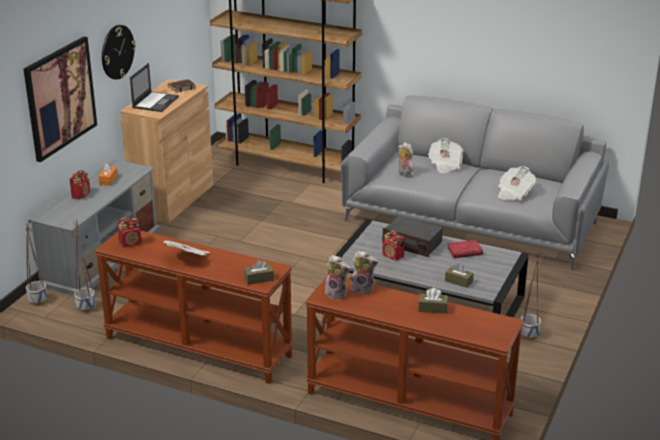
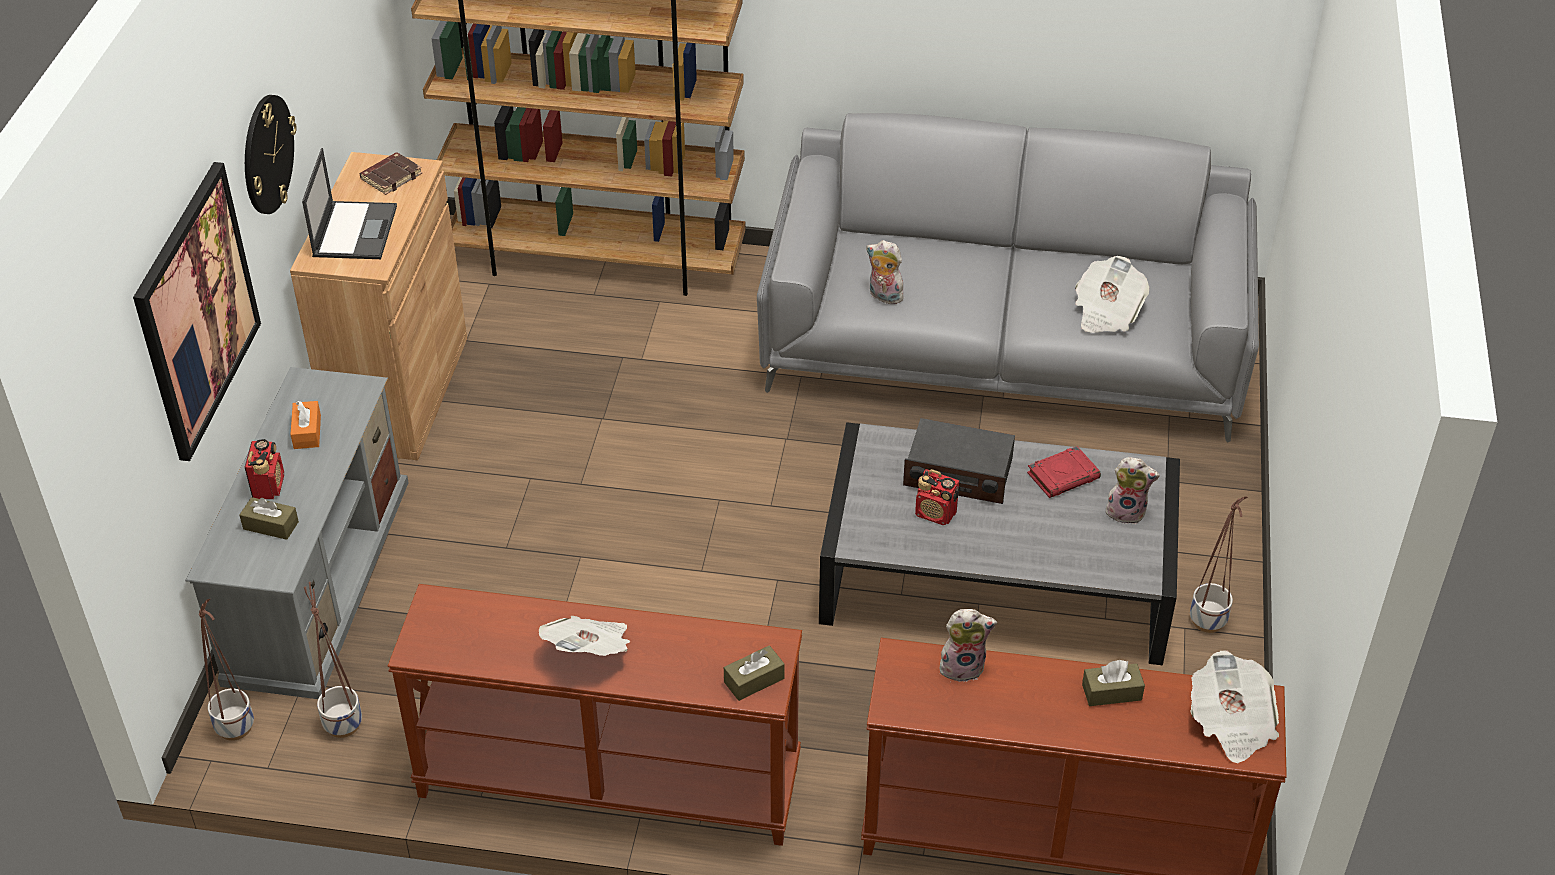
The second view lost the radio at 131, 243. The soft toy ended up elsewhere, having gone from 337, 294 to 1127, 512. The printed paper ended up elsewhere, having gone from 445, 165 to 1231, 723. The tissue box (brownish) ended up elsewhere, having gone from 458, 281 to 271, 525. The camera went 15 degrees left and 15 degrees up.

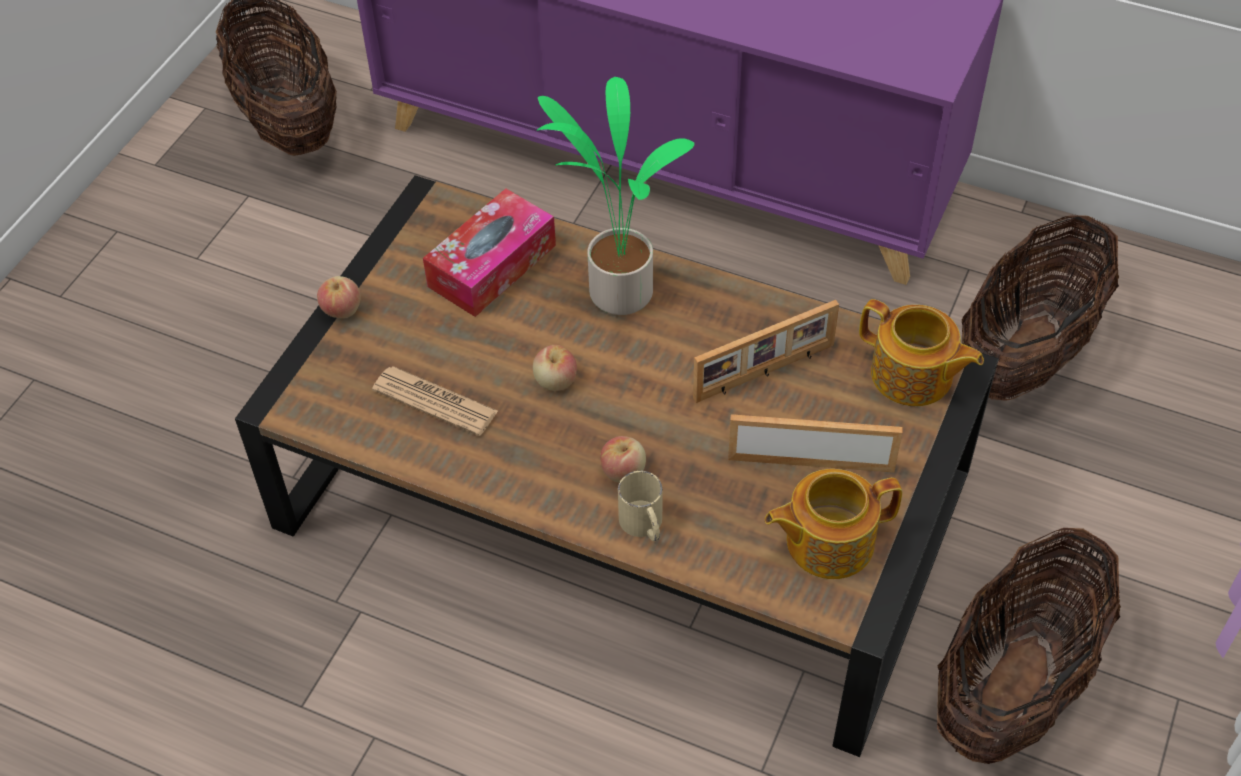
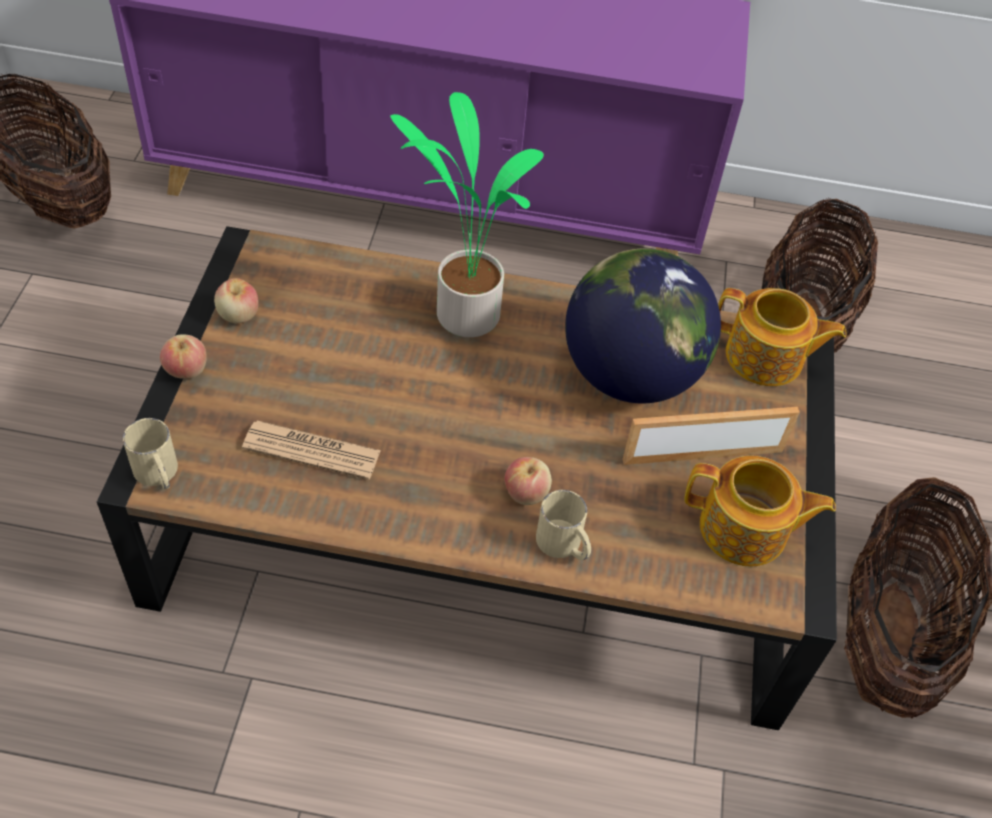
The second view lost the tissue box at 492, 265. The apple fruit ended up elsewhere, having gone from 555, 381 to 238, 315. Where the photo frame stood at 765, 373, the desk globe came to stand at 630, 374. The pot for tea at 827, 541 ended up facing another way, 135 degrees counterclockwise from before. The second view gained the tea mug (beige) at 158, 474. The camera went 20 degrees left and 0 degrees up.

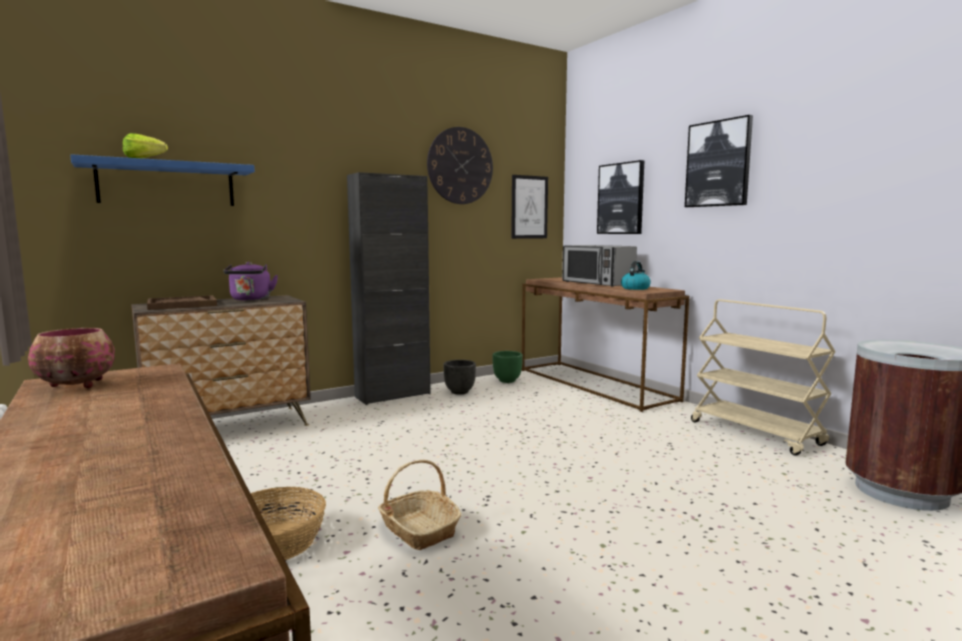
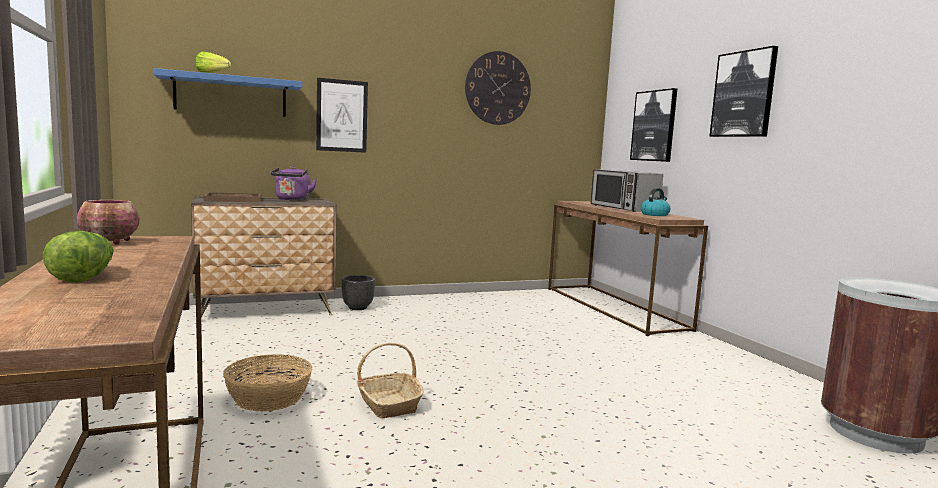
The second view lost the cupboard (black-coloured) at 393, 395. The planter (black-coloured) ended up elsewhere, having gone from 460, 392 to 358, 308. The second view lost the planter (green) at 507, 380. The wall art ended up elsewhere, having gone from 529, 207 to 342, 116. The second view lost the wheeled cart (beige) at 756, 433. The second view gained the head of lettuce at 83, 276. The camera went 10 degrees right and 0 degrees up.

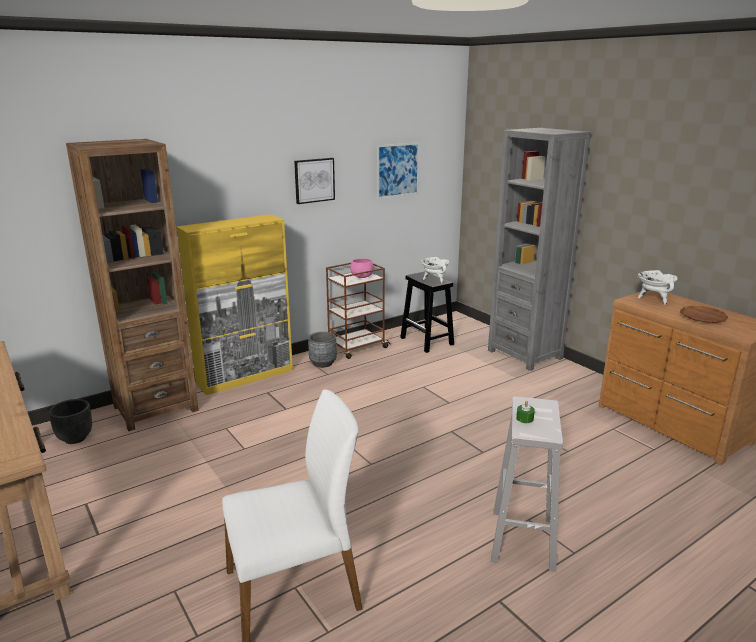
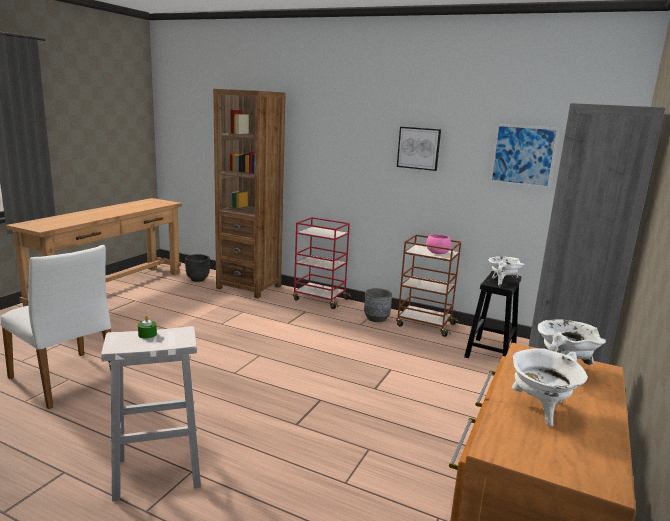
Where the cupboard (yellow) stood at 246, 376, the wheeled cart (reddish) came to stand at 320, 299. Where the plate (brownish) stood at 702, 317, the stockpot (white) came to stand at 540, 410. The camera went 60 degrees right and 5 degrees down.

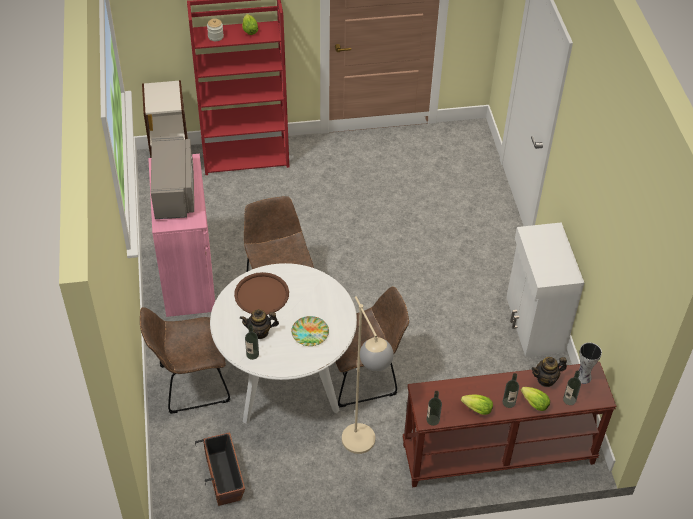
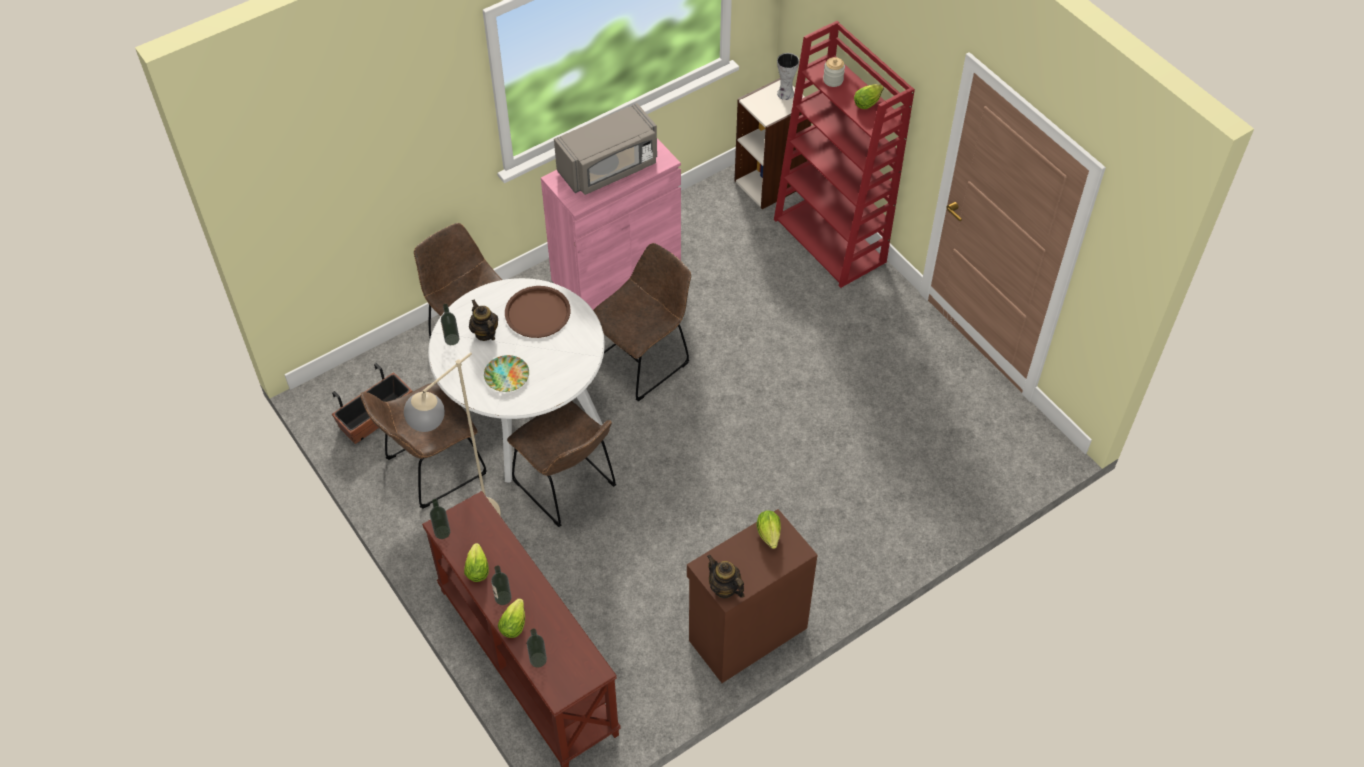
What was the cupboard (white) at 534, 324 turned into the cupboard (brownish) at 746, 633. The pot for tea ended up elsewhere, having gone from 546, 379 to 724, 588. The decorative vase ended up elsewhere, having gone from 583, 377 to 784, 94. The second view gained the plain chair (brownish) at 431, 469. The second view gained the head of lettuce at 769, 536. The camera went 65 degrees right and 5 degrees up.

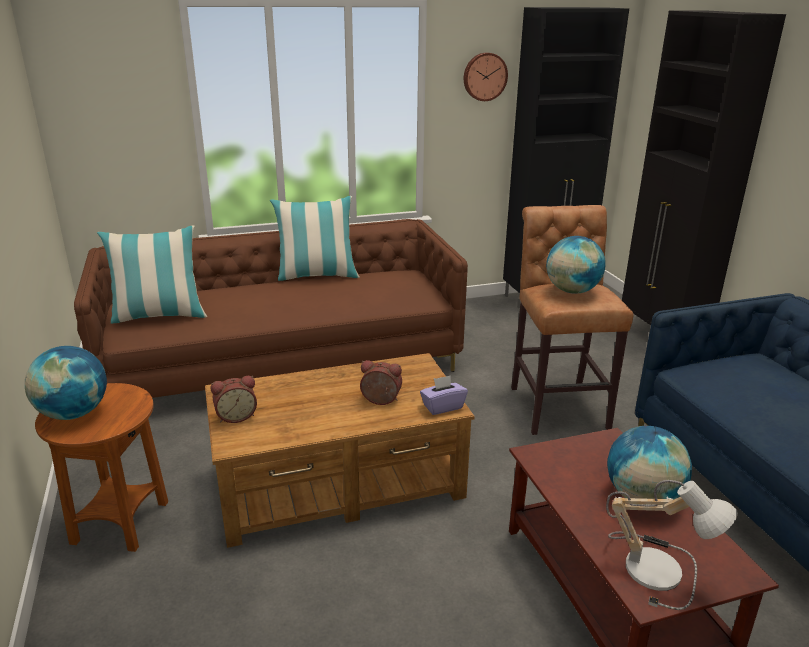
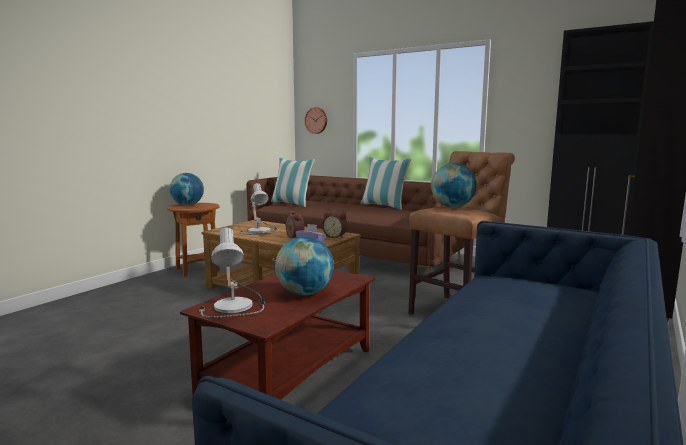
The bedside clock ended up elsewhere, having gone from 236, 416 to 335, 236. The clock on the wall ended up elsewhere, having gone from 484, 76 to 316, 120. The second view gained the tabletop lamp at 262, 231. The camera went 50 degrees right and 15 degrees down.

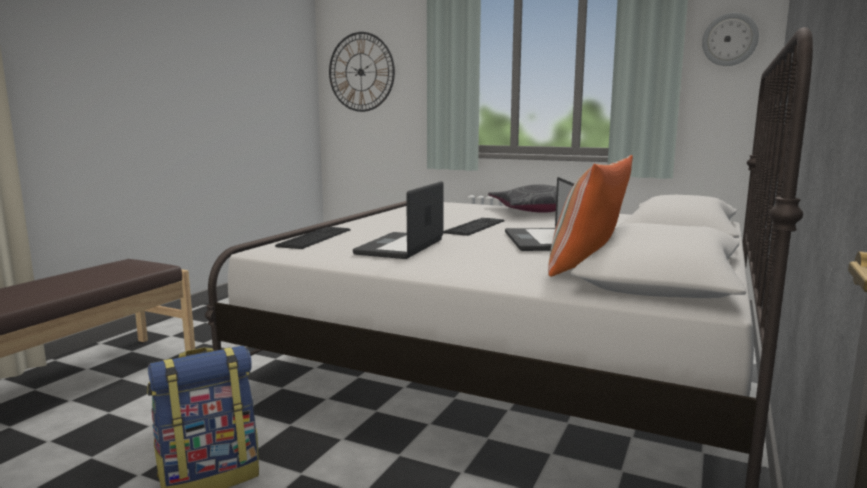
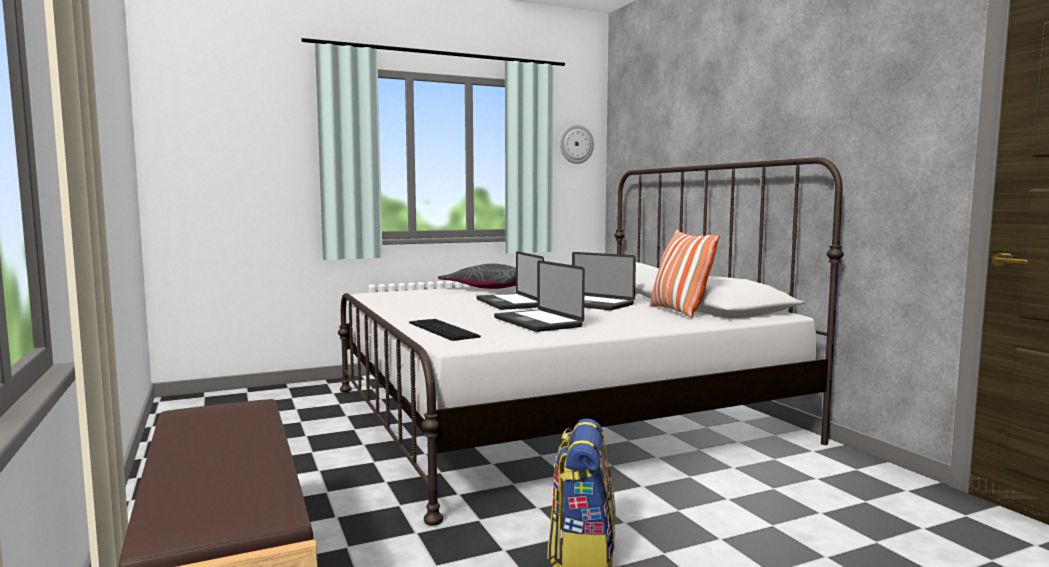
The second view lost the clock on the wall at 361, 72. Where the computer keyboard stood at 475, 226, the notebook computer came to stand at 509, 303. The camera went 50 degrees left and 5 degrees down.

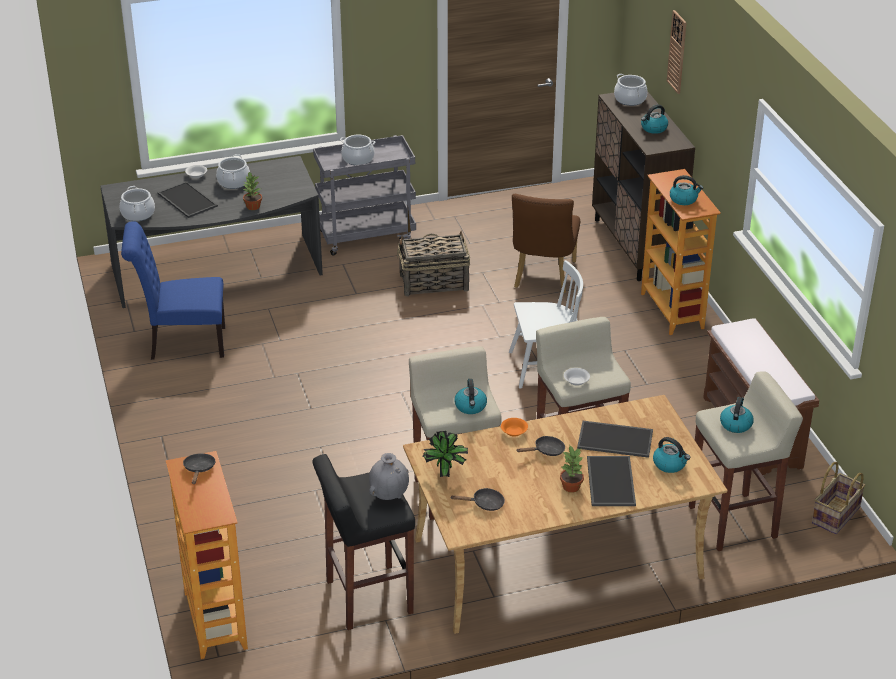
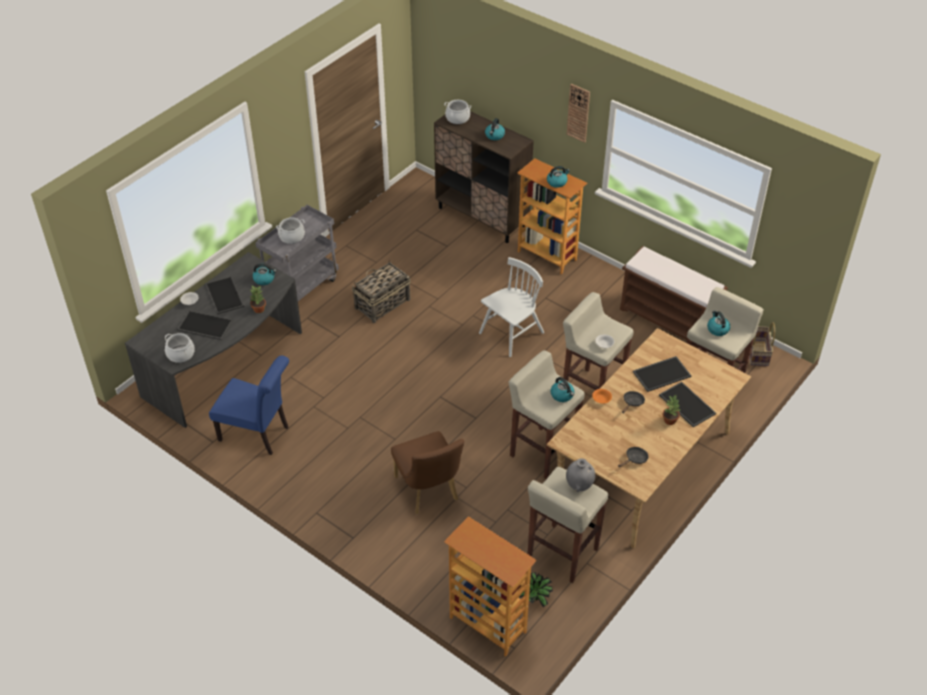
The plain chair (blue) at 182, 343 ended up facing another way, 120 degrees counterclockwise from before. The second view lost the skillet (black-coloured) at 199, 469. Where the stockpot stood at 233, 182, the serving tray came to stand at 223, 295. What was the stool (black-coloured) at 367, 597 turned into the stool (beige) at 562, 554. The plant in a pot ended up elsewhere, having gone from 446, 474 to 536, 600. The plain chair (brownish) ended up elsewhere, having gone from 543, 277 to 429, 492. The tea kettle ended up elsewhere, having gone from 670, 464 to 264, 279. The clock on the wall ended up elsewhere, having gone from 677, 52 to 578, 113. The camera went 35 degrees left and 10 degrees up.

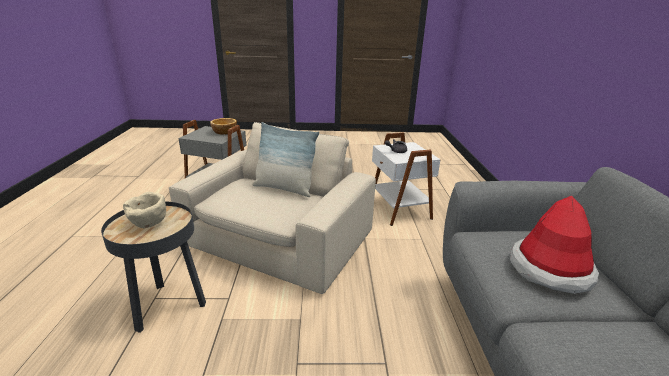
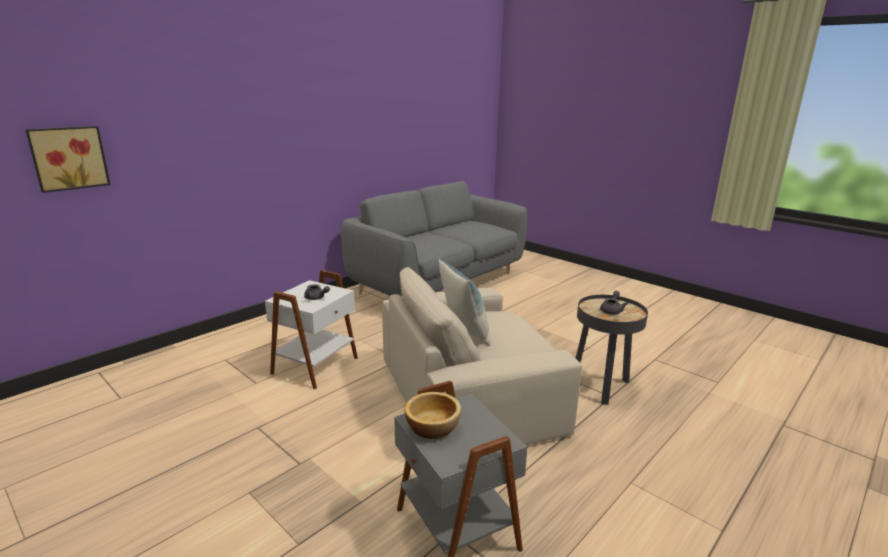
Where the bowl (beige) stood at 149, 225, the pot for tea (gray) came to stand at 612, 310. The second view lost the hat at 550, 269. The second view gained the wall art at 69, 158. The camera went 135 degrees left and 5 degrees down.

